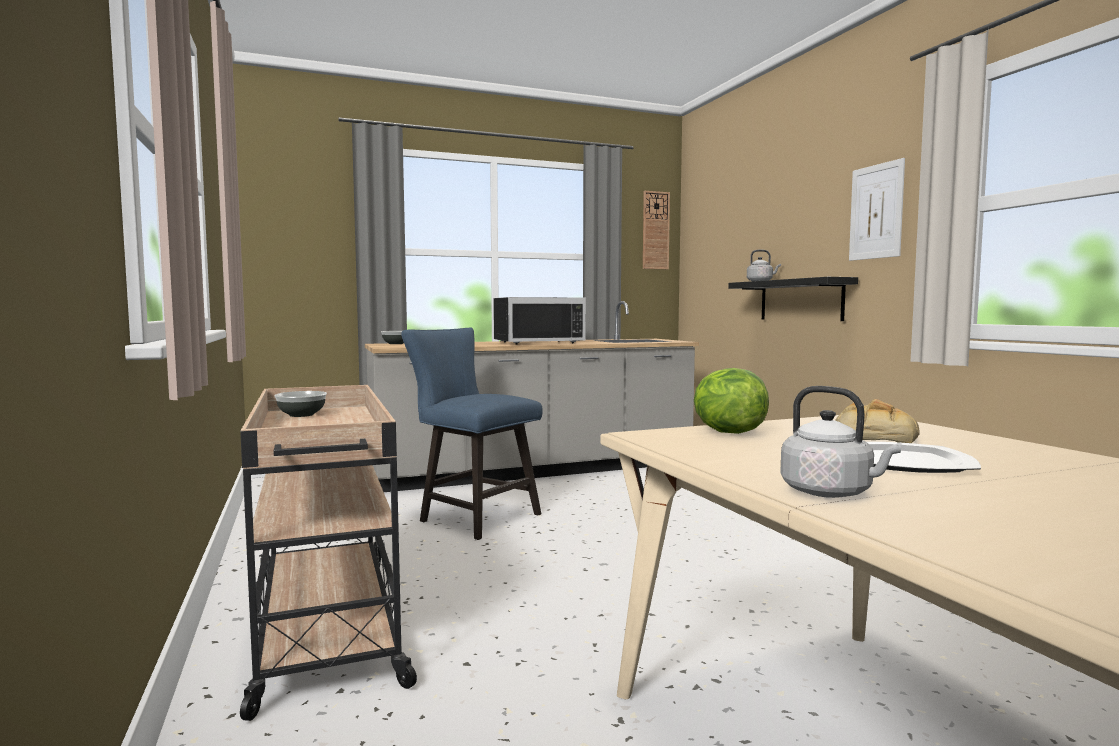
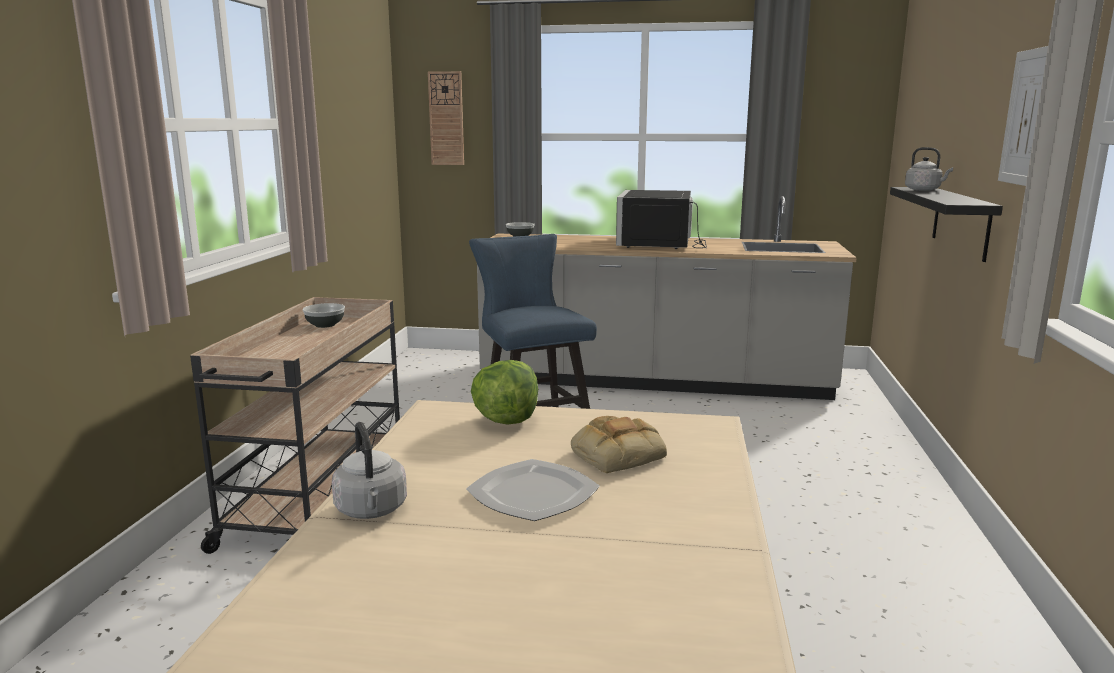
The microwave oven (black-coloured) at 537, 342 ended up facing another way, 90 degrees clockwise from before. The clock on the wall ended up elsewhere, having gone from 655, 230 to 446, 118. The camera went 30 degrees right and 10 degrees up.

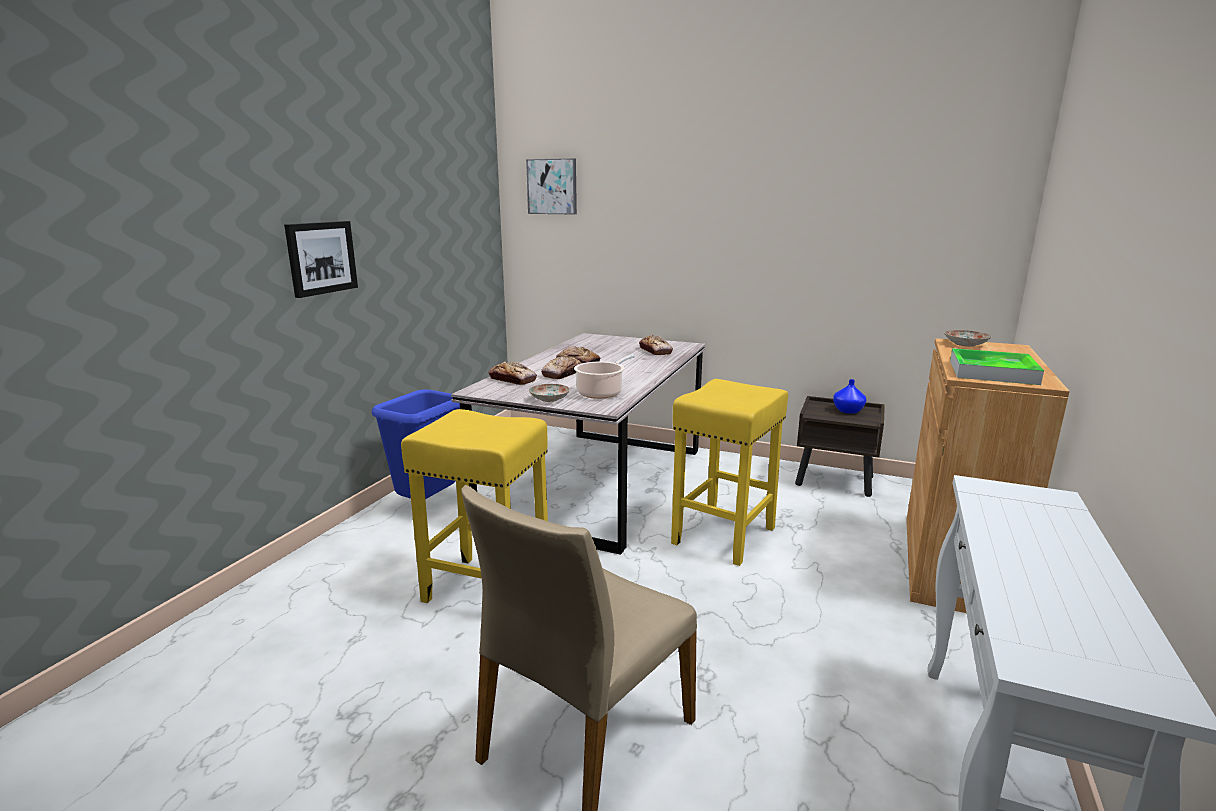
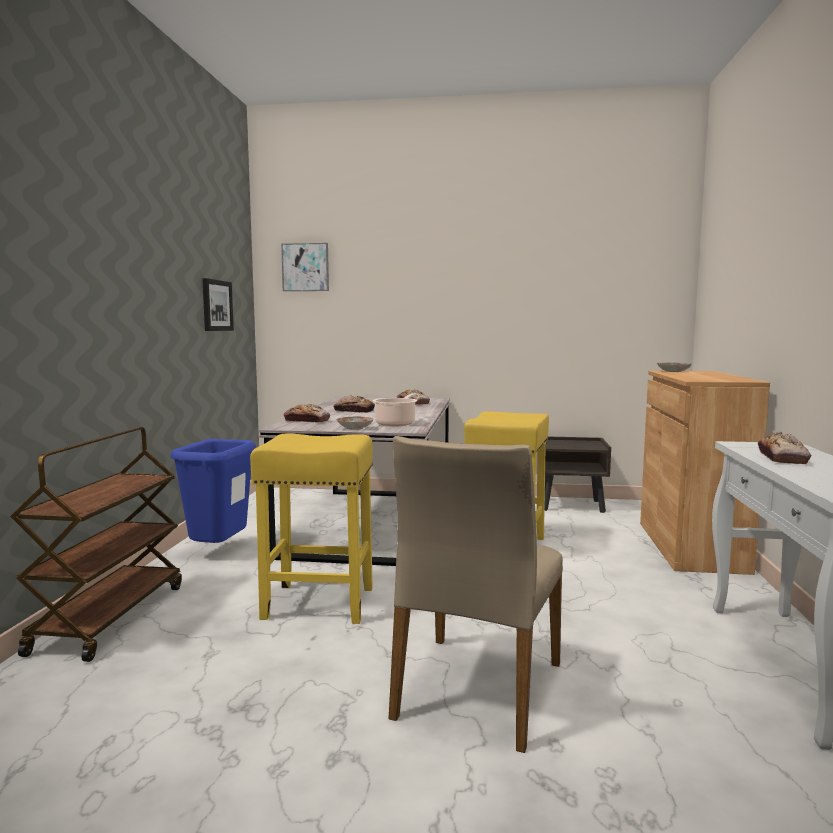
The wall art ended up elsewhere, having gone from 321, 258 to 216, 305. The bread ended up elsewhere, having gone from 562, 373 to 782, 458. The second view lost the decorative vase (blue) at 848, 411. The second view lost the serving tray at 992, 372. The second view gained the wheeled cart (brownish) at 110, 617. The camera went 15 degrees left and 10 degrees down.

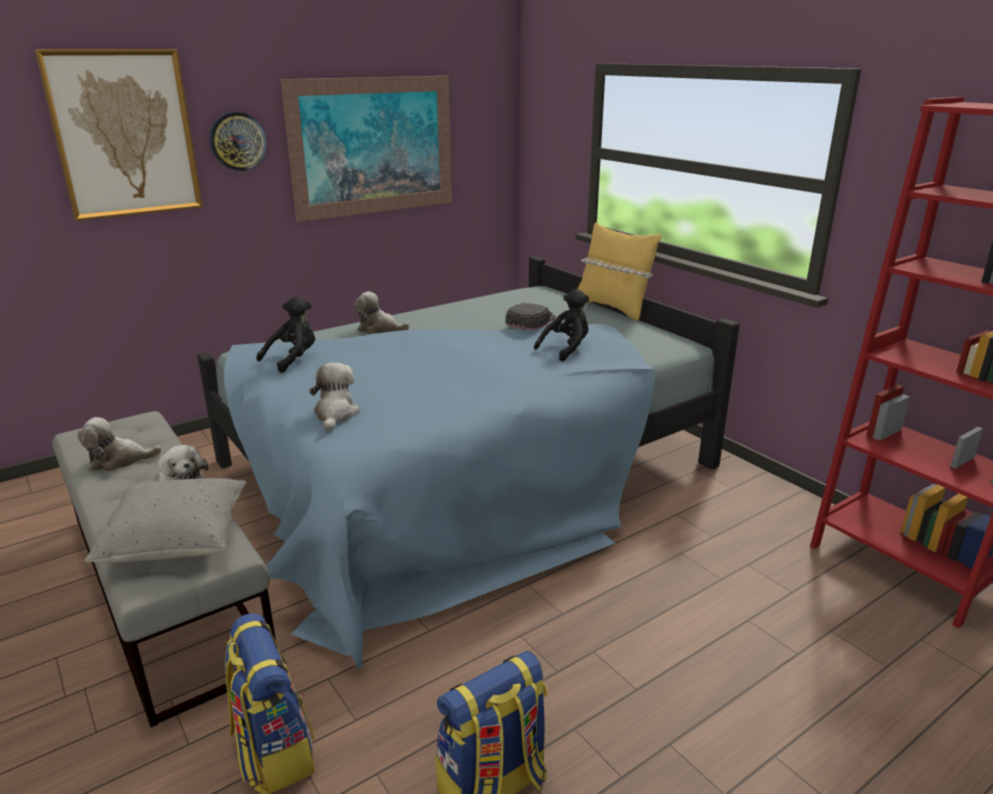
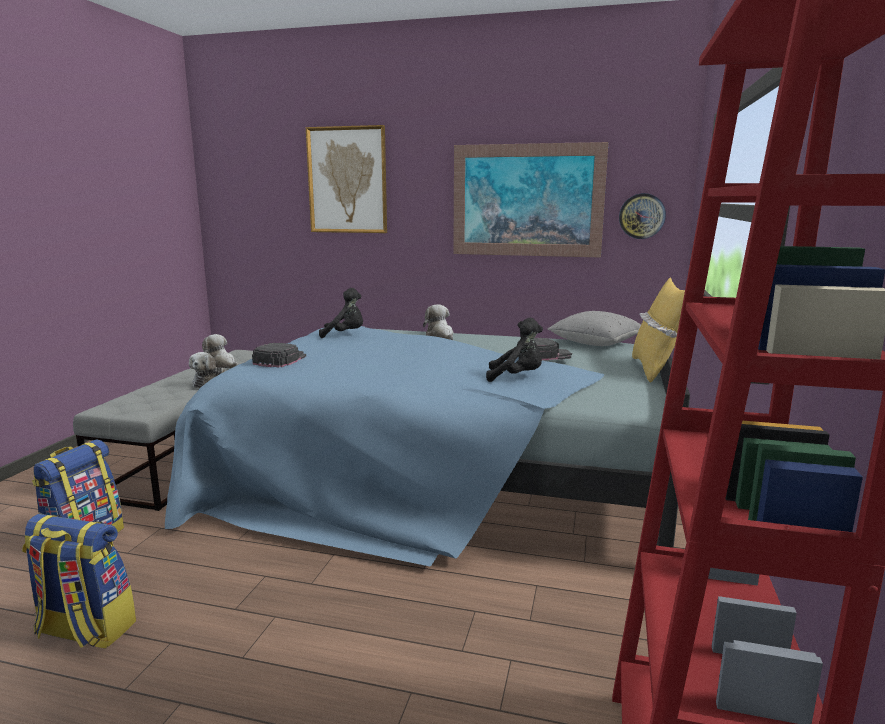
The throw pillow (gray) ended up elsewhere, having gone from 177, 541 to 595, 343. The clock on the wall ended up elsewhere, having gone from 238, 141 to 642, 216. Where the soft toy stood at 335, 414, the baseball cap (black-coloured) came to stand at 280, 360. The camera went 50 degrees right and 10 degrees down.

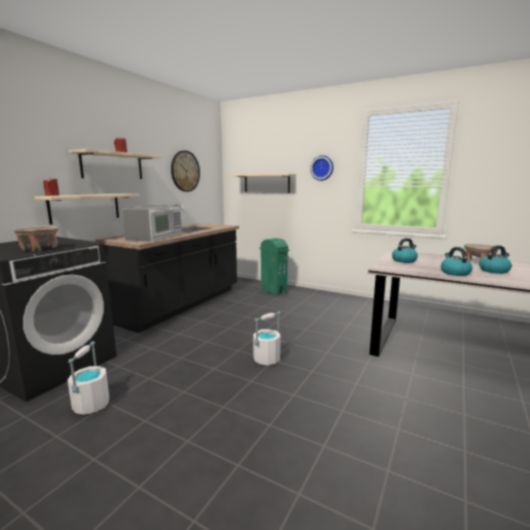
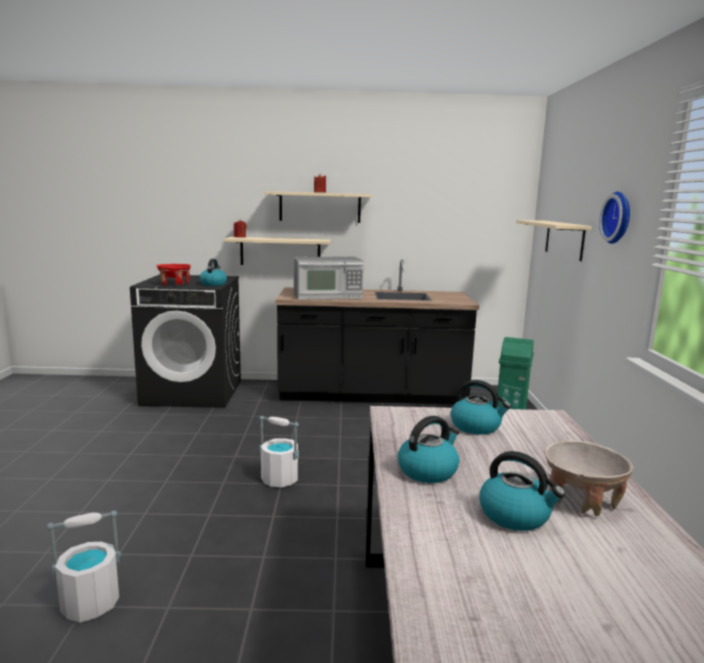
What was the bowl (beige) at 39, 249 turned into the bowl (reddish) at 174, 284. The pail (white) ended up elsewhere, having gone from 91, 404 to 91, 603. The second view lost the clock on the wall at 185, 171. The second view gained the tea kettle at 213, 284. The camera went 60 degrees right and 0 degrees up.

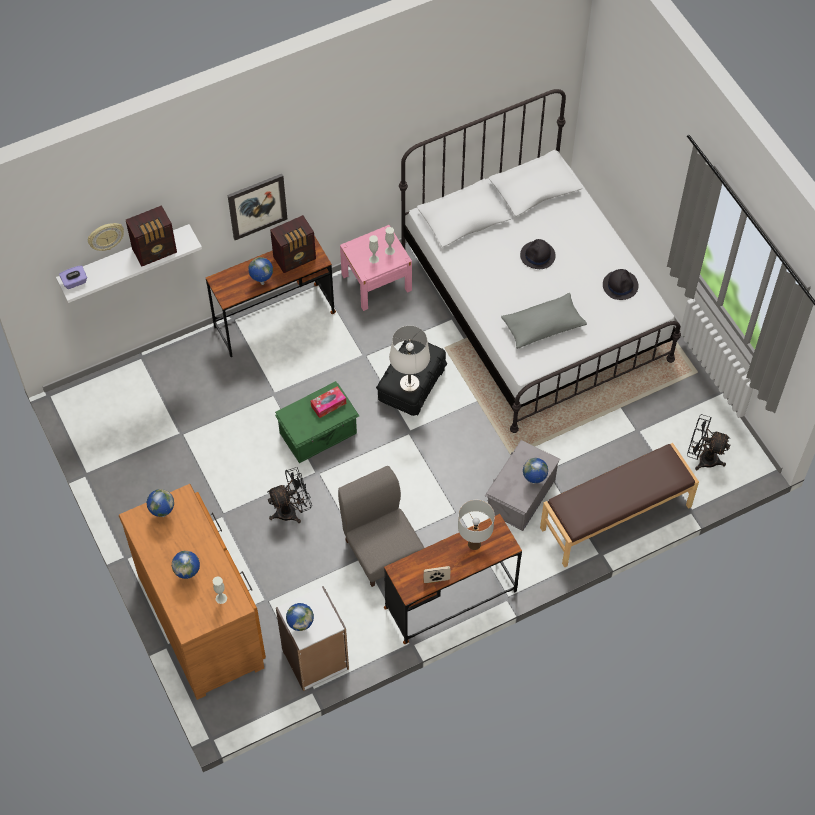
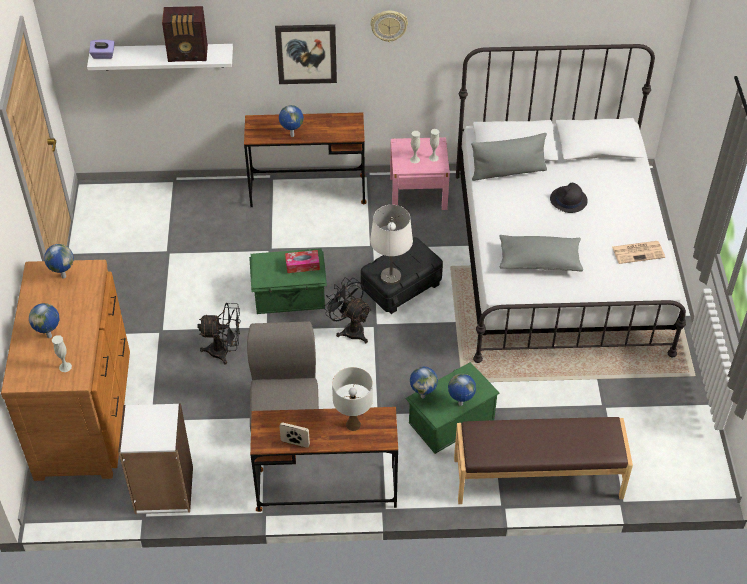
The clock on the wall ended up elsewhere, having gone from 105, 236 to 389, 25. The second view lost the radio at 295, 258. The desk globe ended up elsewhere, having gone from 301, 627 to 423, 396. What was the storage box (gray) at 520, 495 turned into the storage box (green) at 450, 420. Where the hat (black-coloured) stood at 620, 285, the printed paper came to stand at 638, 252. The electric fan (black-coloured) ended up elsewhere, having gone from 702, 458 to 350, 329. The second view gained the throw pillow (gray) at 508, 171. The camera went 25 degrees right and 10 degrees down.

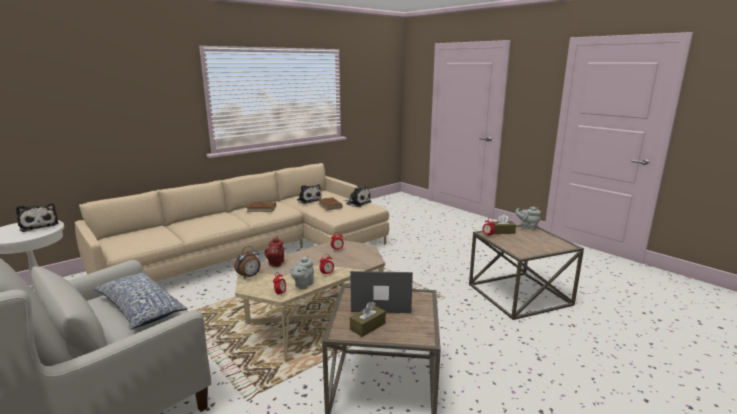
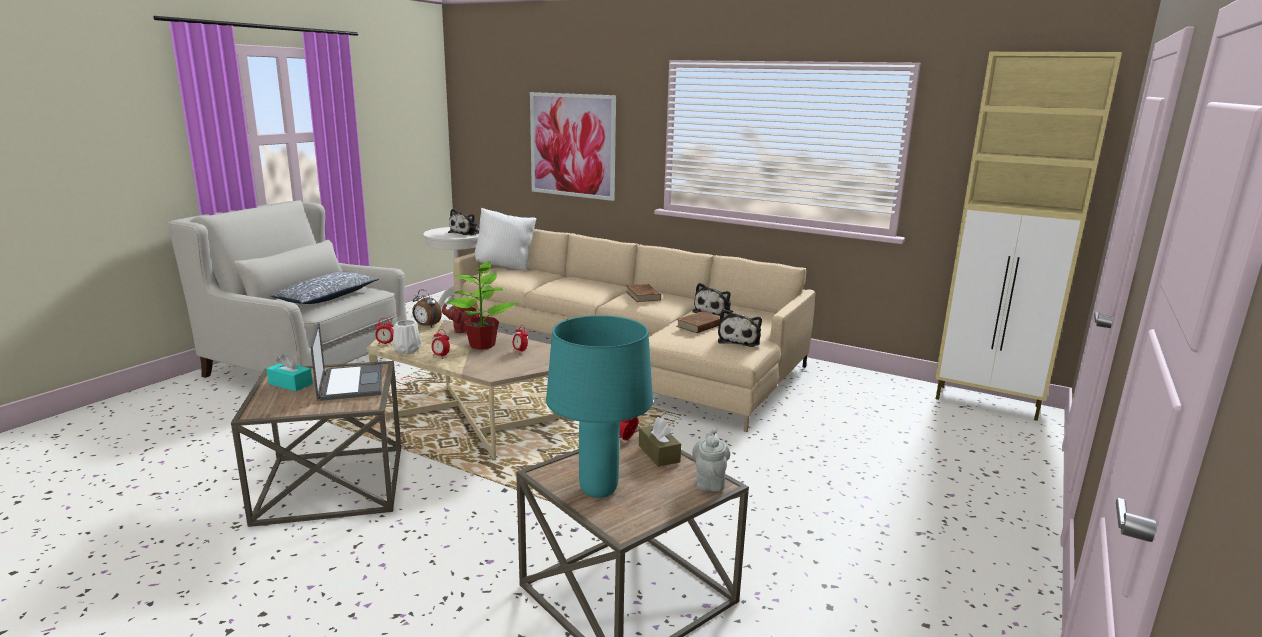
Where the pot for tea (gray) stood at 303, 285, the decorative vase (white) came to stand at 408, 350. What was the tissue box (brownish) at 367, 326 turned into the tissue box (blue-green) at 290, 384. The second view gained the plant in a pot at 482, 345. The second view gained the throw pillow (white) at 505, 267. The second view gained the wall art at 572, 145. The second view gained the tabletop lamp (blue-green) at 598, 489. The second view gained the cupboard (beige) at 988, 403. The camera went 70 degrees right and 0 degrees up.

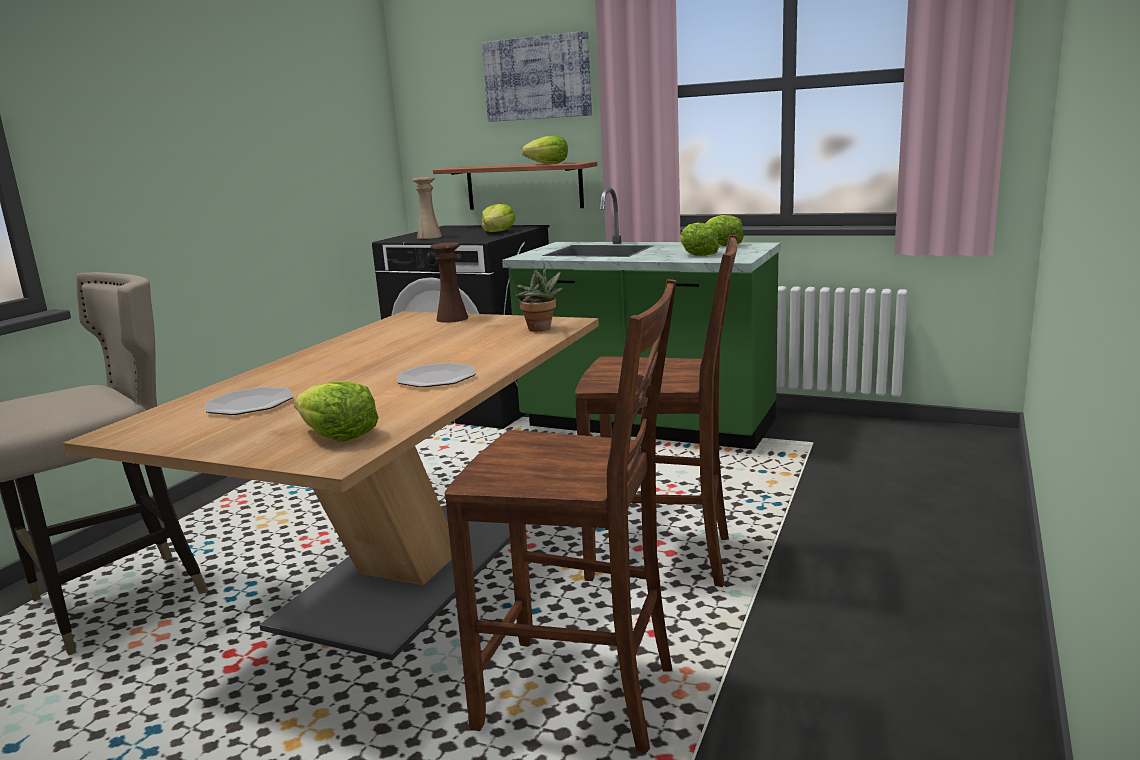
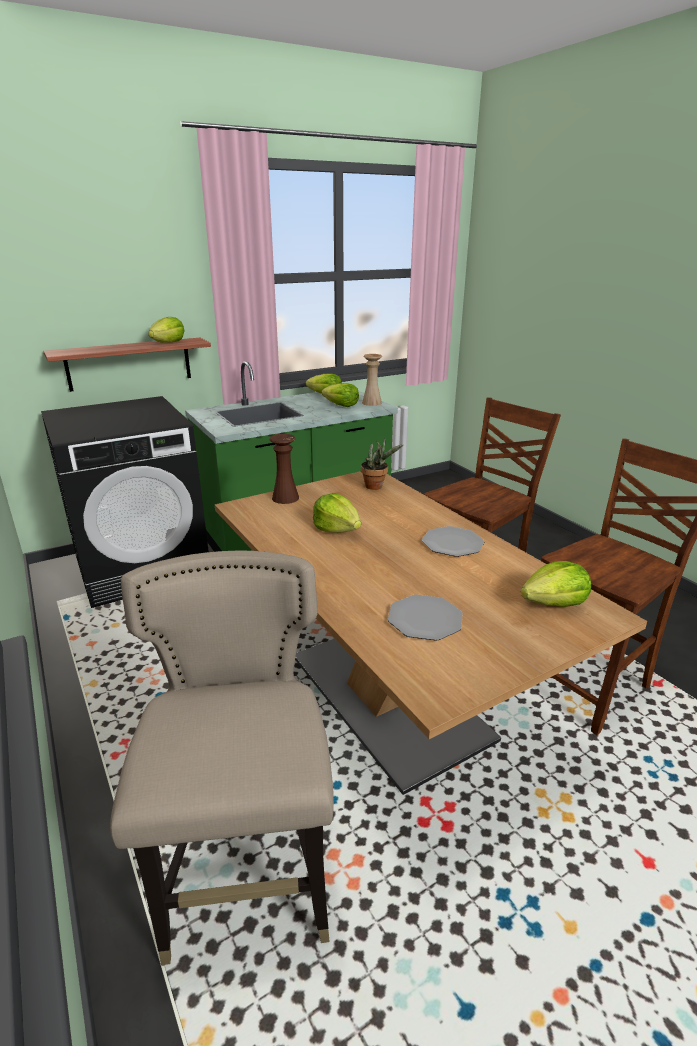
The decorative vase (beige) ended up elsewhere, having gone from 429, 237 to 371, 403. The second view lost the wall art at 537, 78. The head of lettuce ended up elsewhere, having gone from 497, 232 to 337, 529. The camera went 55 degrees left and 10 degrees up.

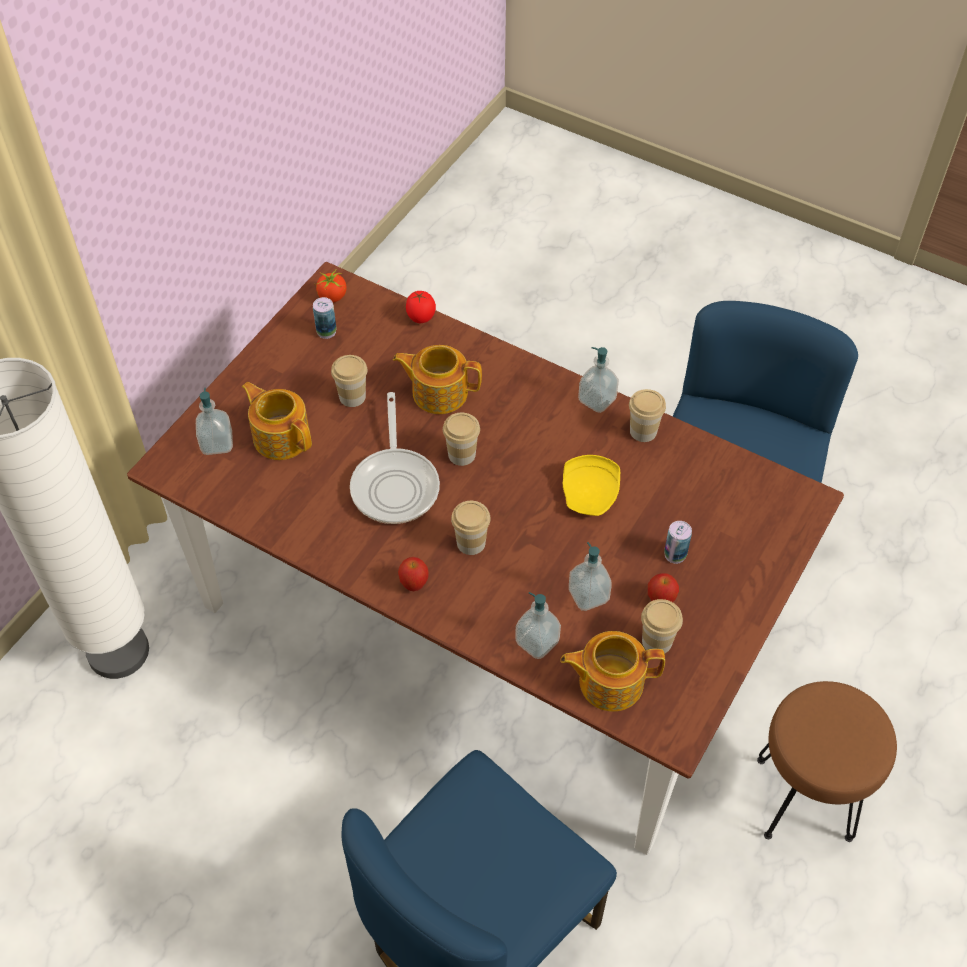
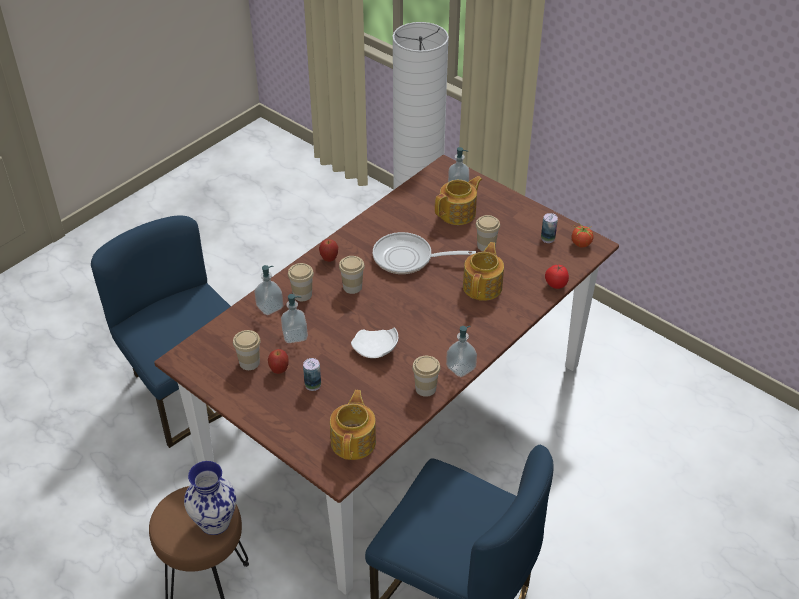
The small cup ended up elsewhere, having gone from 461, 454 to 302, 294. The pot for tea ended up elsewhere, having gone from 609, 681 to 354, 441. What was the plate (yellow) at 590, 494 turned into the plate (white) at 375, 350. The second view gained the decorative vase at 214, 522. The camera went 100 degrees right and 10 degrees down.

